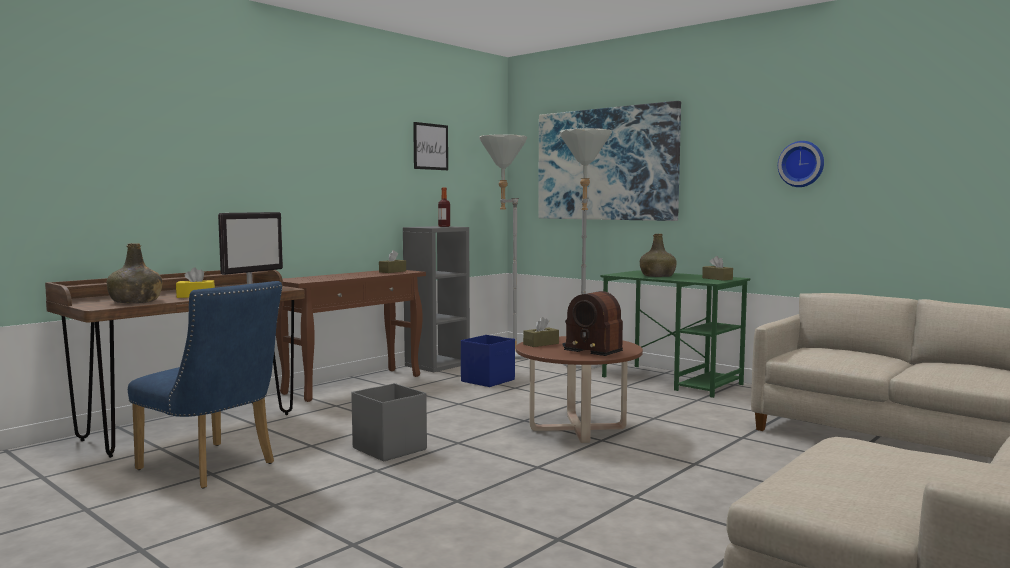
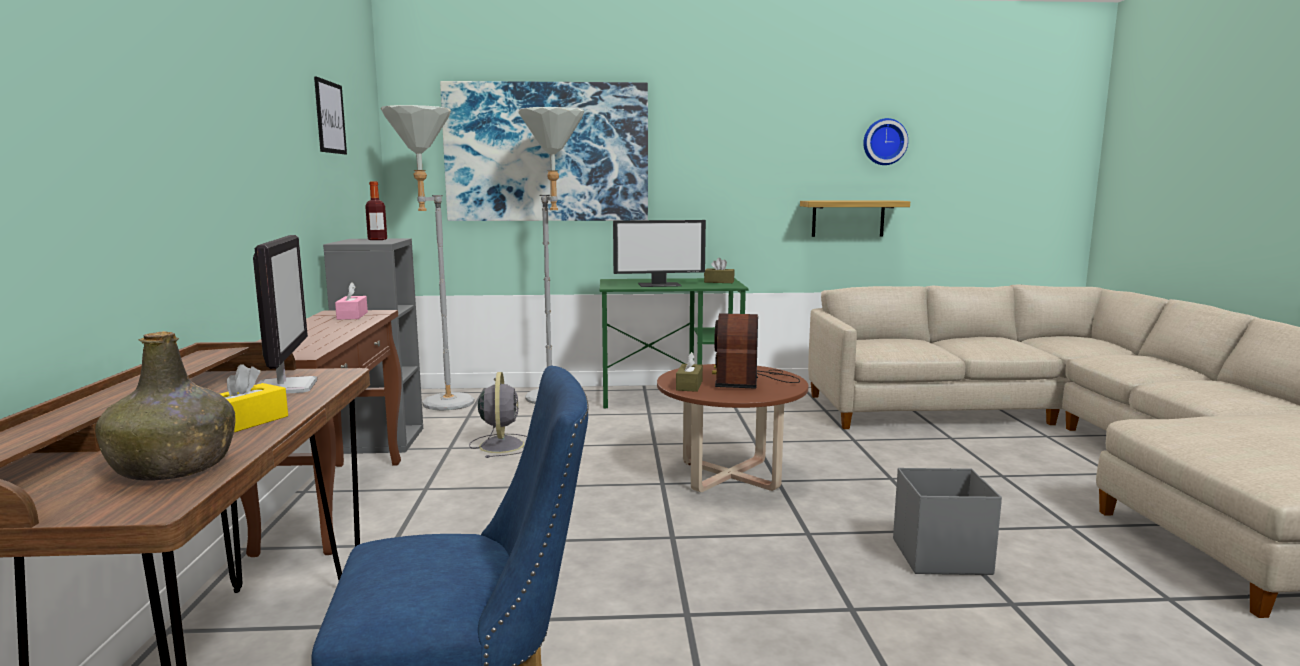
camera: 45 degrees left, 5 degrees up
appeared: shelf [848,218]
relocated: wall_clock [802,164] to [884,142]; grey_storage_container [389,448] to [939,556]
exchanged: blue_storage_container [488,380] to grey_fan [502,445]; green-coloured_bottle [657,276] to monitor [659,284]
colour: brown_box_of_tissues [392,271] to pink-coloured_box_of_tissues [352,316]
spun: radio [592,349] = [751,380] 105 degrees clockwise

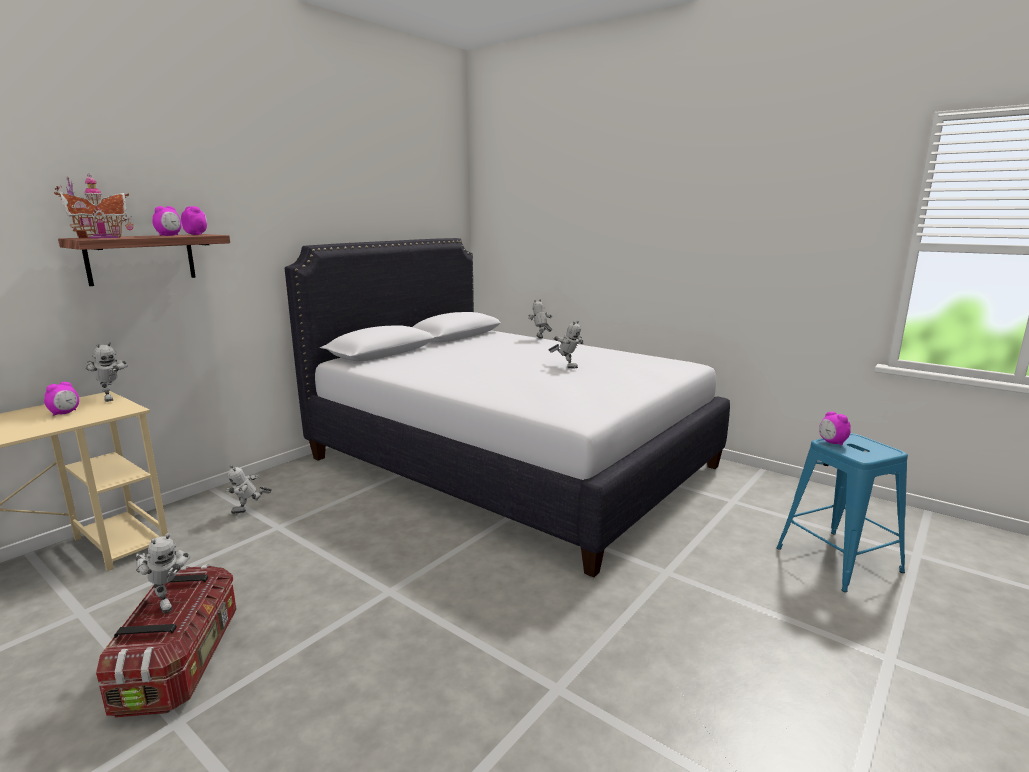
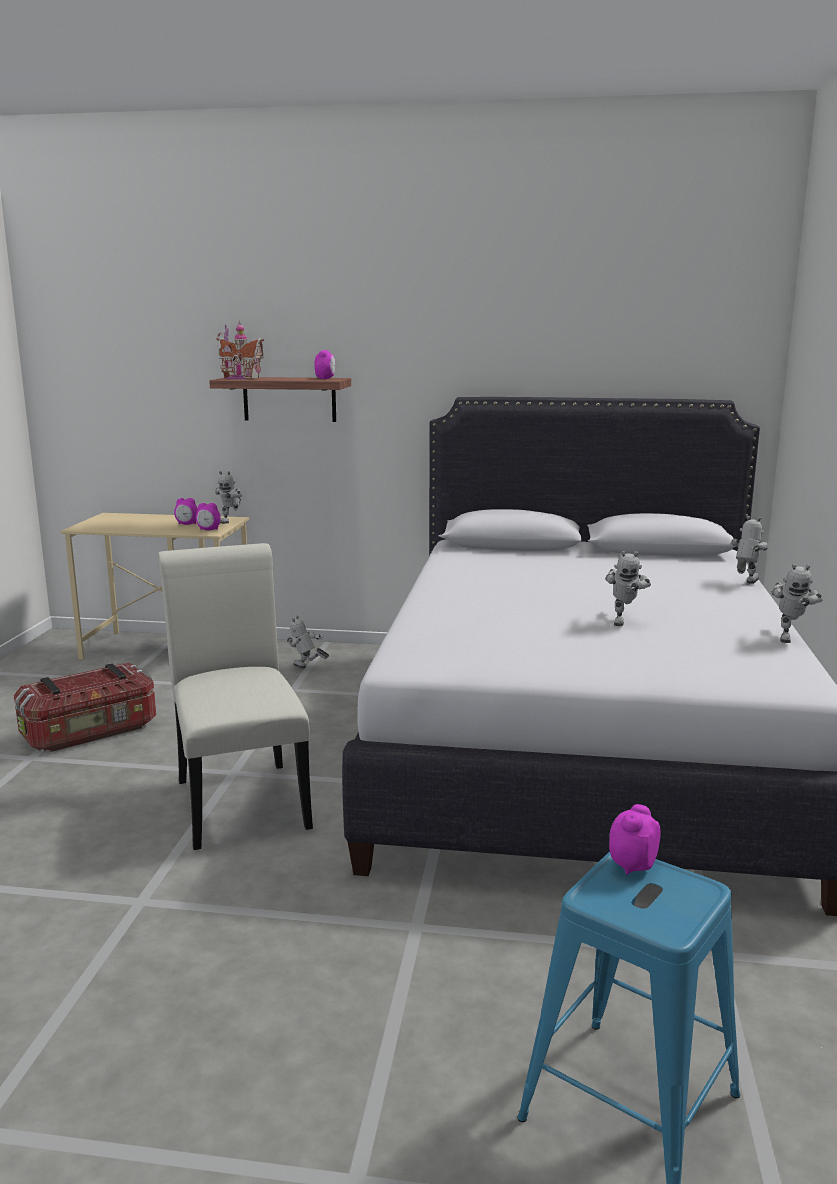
camera: 60 degrees right, 0 degrees up
appeared: white-coloured_chair [240,798]
relocated: table_clock [169,235] to [208,530]; robot_figure [167,600] to [788,637]

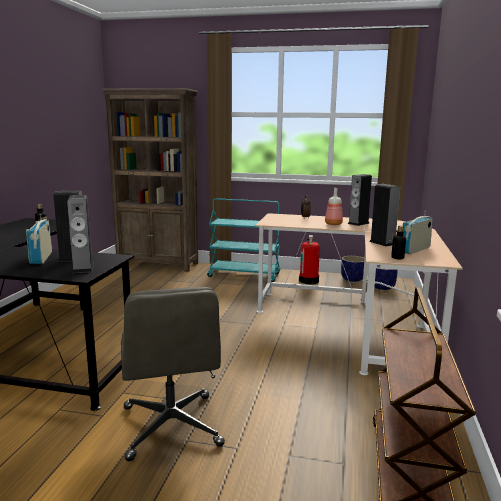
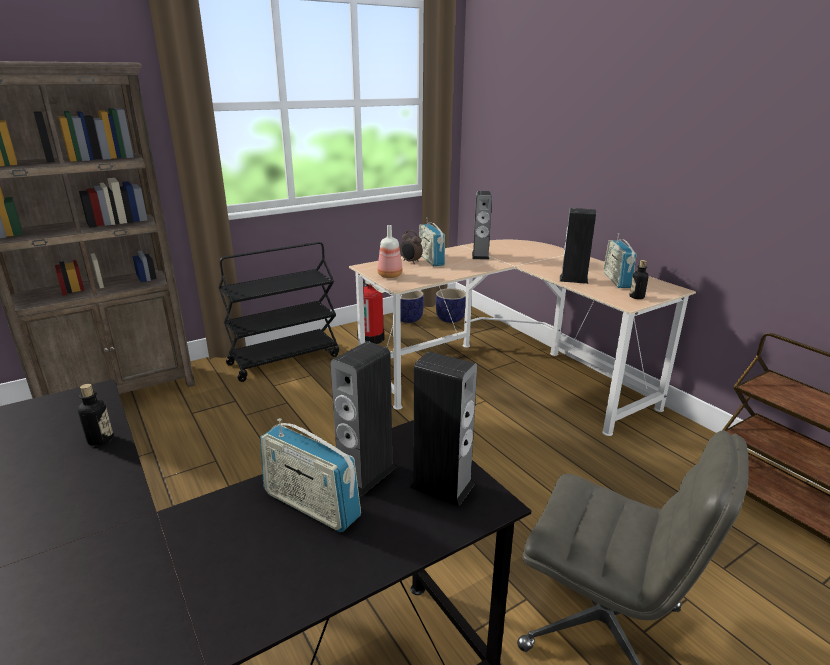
camera: 45 degrees left, 10 degrees up
appeared: radio [431,260]
relocated: bottle [333,224] to [390,276]
colour: turquoise-coloured_wheeled_cart [245,275] to black-coloured_wheeled_cart [284,359]

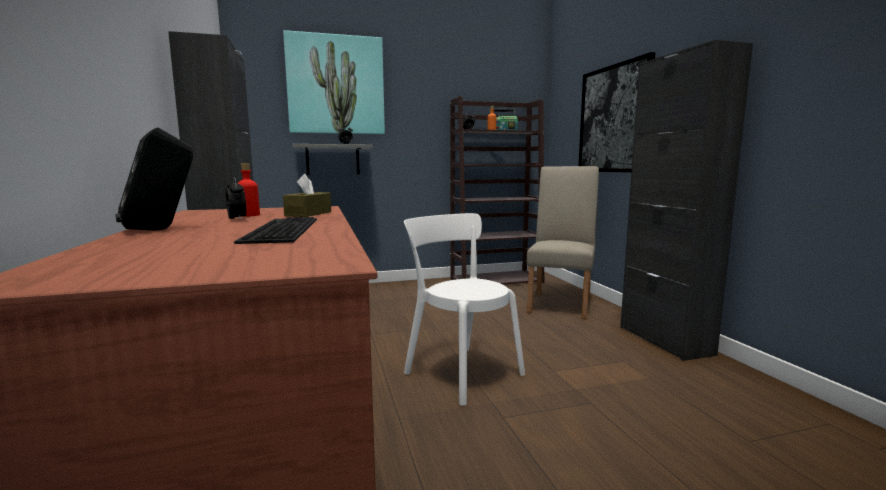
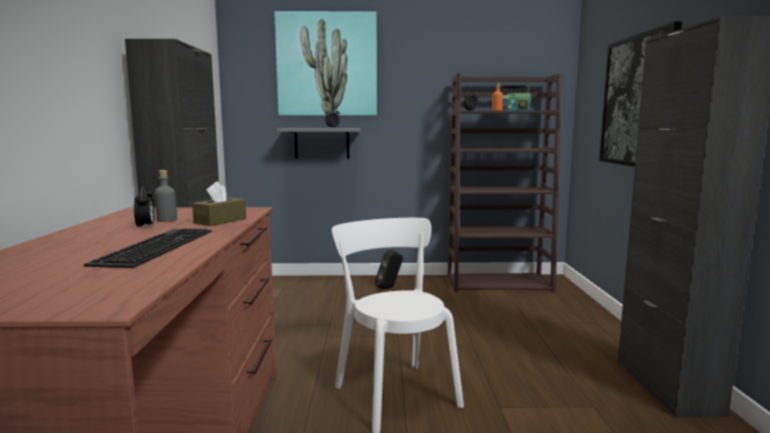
camera: 15 degrees right, 0 degrees up
missing: beige_chair [561,303]
relocated: black-coloured_loudspeaker [161,229] to [389,288]
colour: reddish_bottle [249,215] to grey_bottle [167,220]

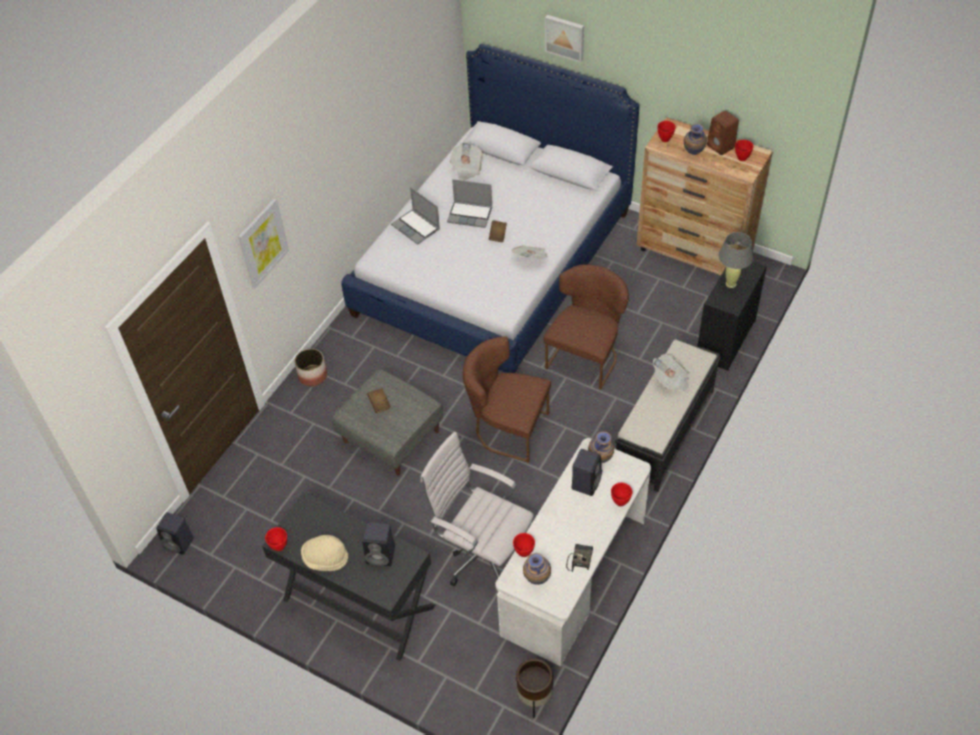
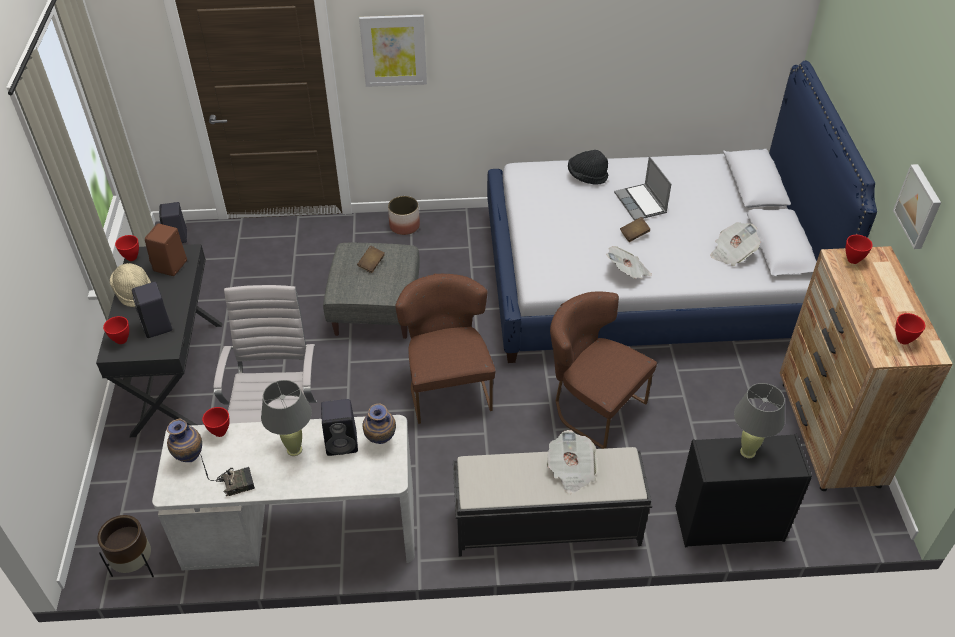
camera: 55 degrees right, 5 degrees down
missing: flower_vase [693,155]
appeared: grey_table_lamp [294,449]
relocated: reddish_bowl [620,501] to [122,340]; brown_loudspeaker [721,147] to [170,266]; newspaper [466,169] to [732,253]; wall_art [565,37] to [919,206]
exchanged: laptop [416,227] to black-coloured_wearable_hat [587,176]
spun: brown_chair [586,356] = [592,406] 135 degrees counterclockwise

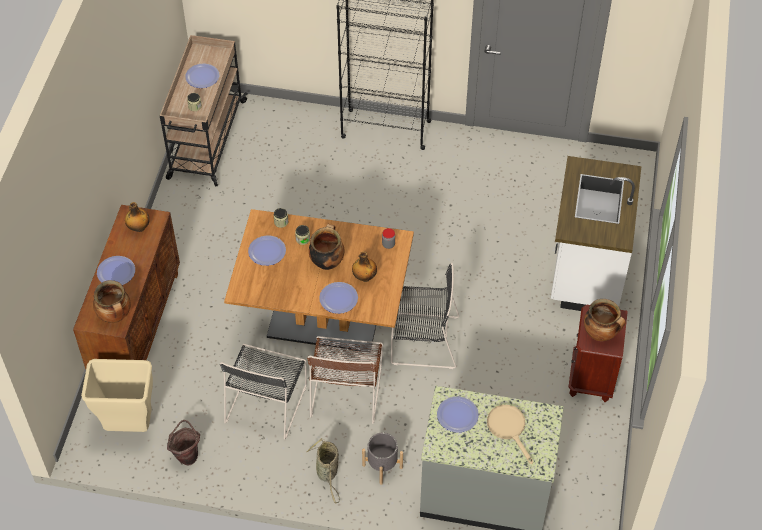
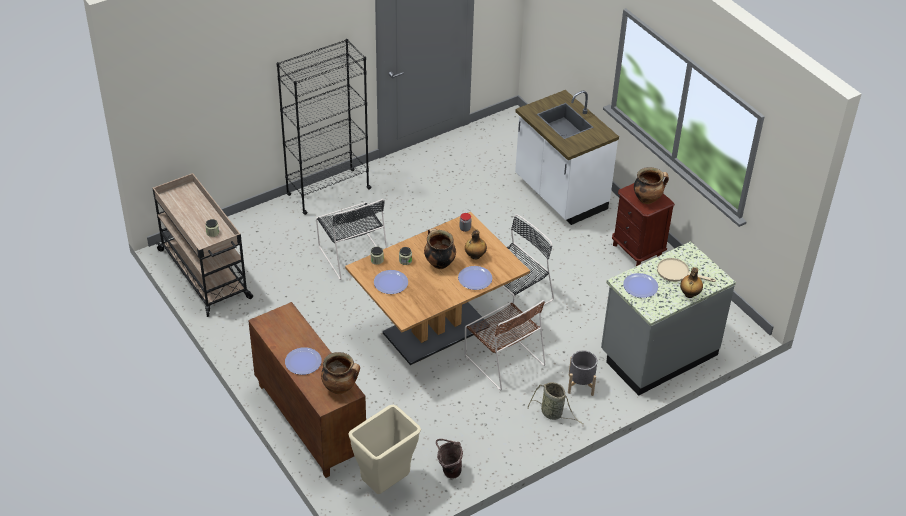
camera: 45 degrees left, 10 degrees down
missing: dinner_plate [202,76]
relocated: black-coloured_chair [267,402] to [352,254]; bottle [138,228] to [689,294]

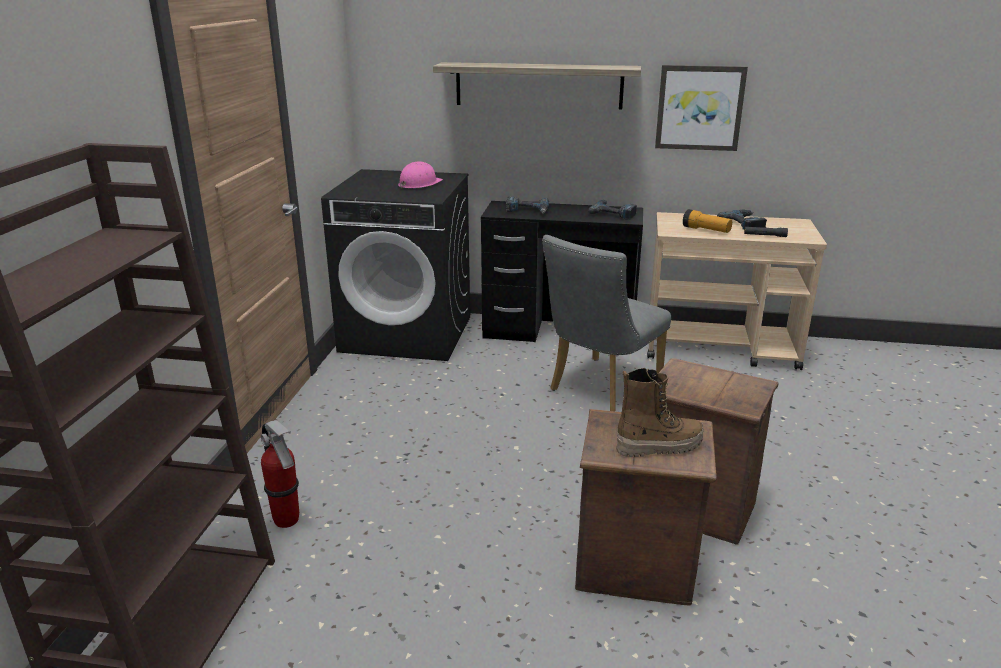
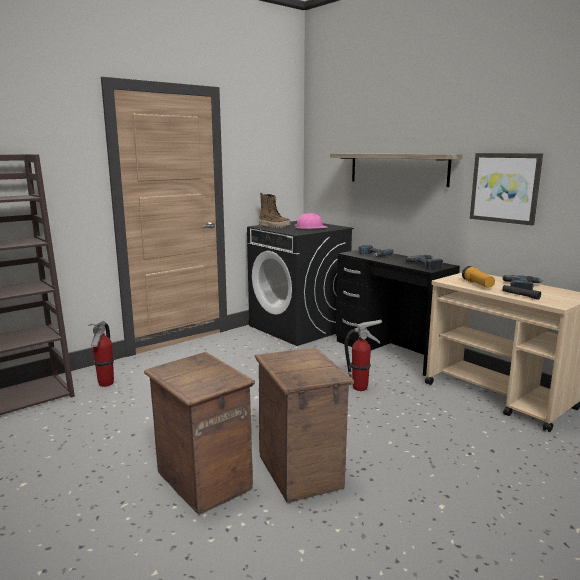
camera: 40 degrees right, 10 degrees down
relocated: tall_boot [659,446] to [274,227]
exchanged: grey_chair [599,389] to fire_extinguisher [360,388]

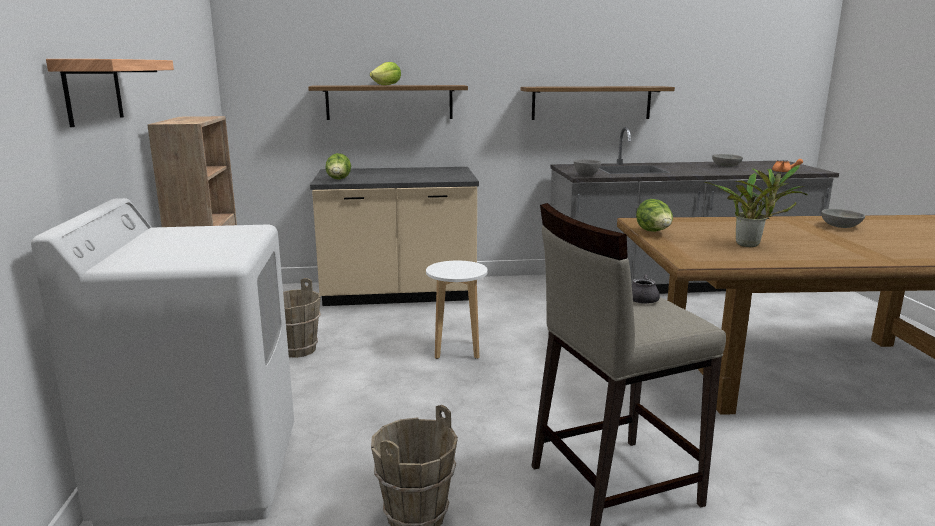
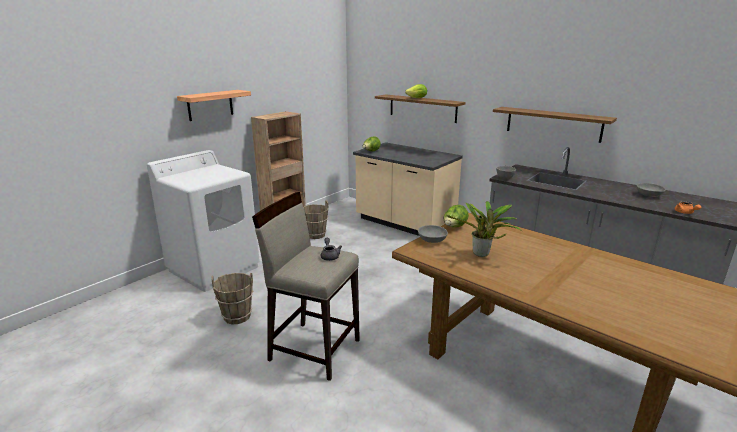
camera: 45 degrees right, 5 degrees up
missing: white-coloured_sitting_stool [457,349]
relocated: grey_bowl [841,227] to [431,240]

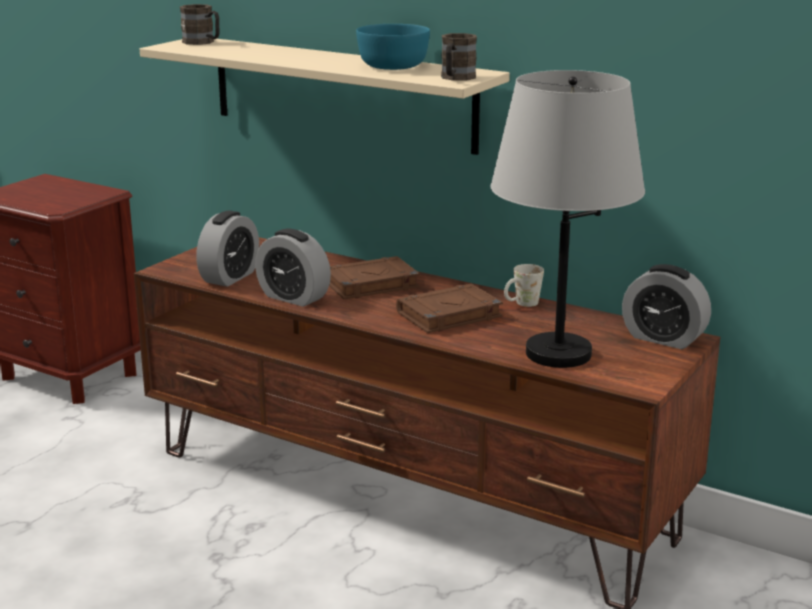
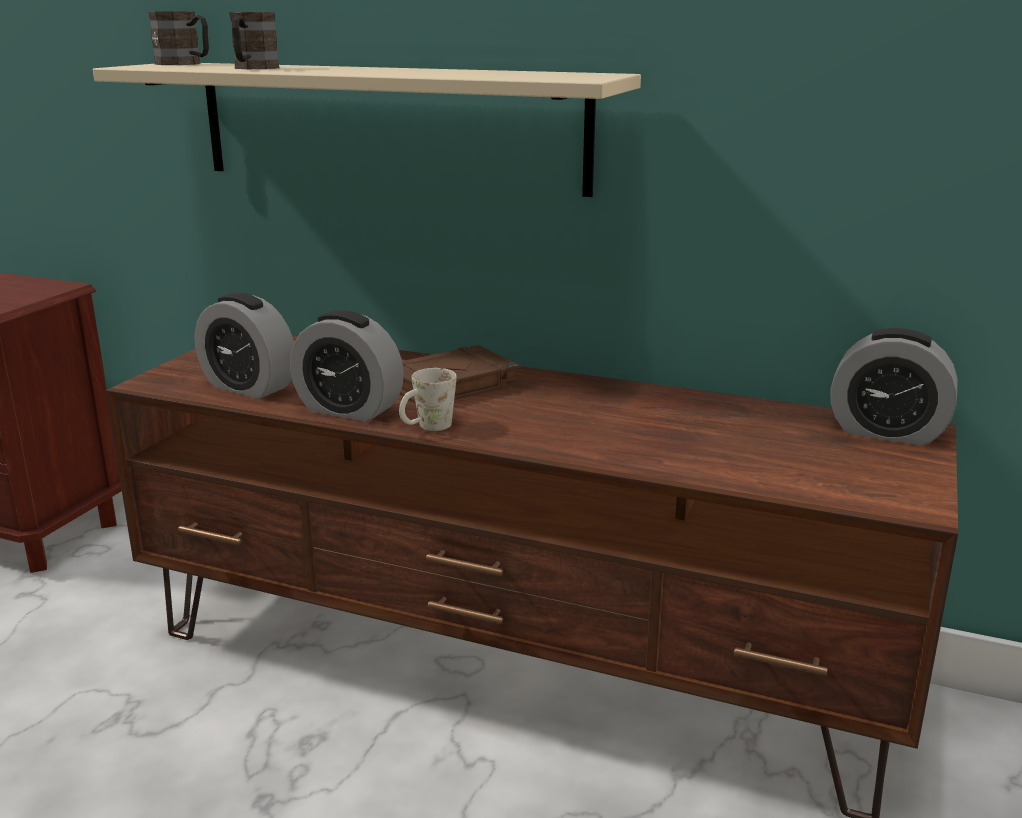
camera: 10 degrees left, 0 degrees up
missing: turquoise-coloured_bowl [392,66]; brown_bound_book [448,315]; grey_table_lamp [558,354]
relocated: brown_tea_mug [456,78] to [253,68]; white-coloured_tea_mug [521,304] to [427,428]
spun: table_clock [230,277] = [249,387] 105 degrees clockwise

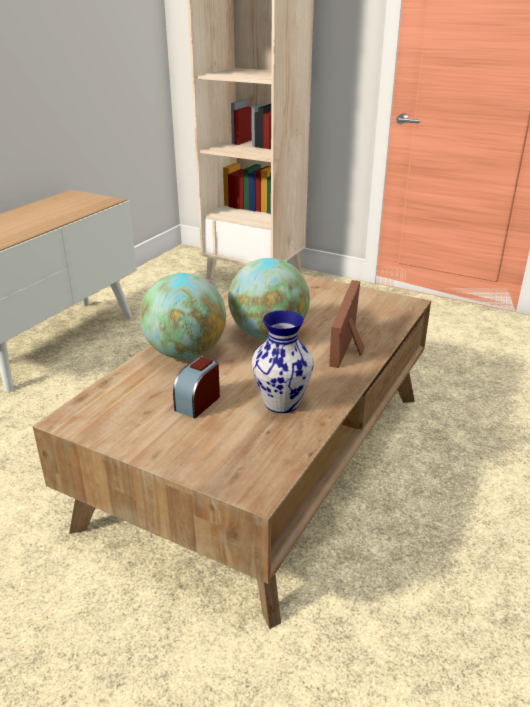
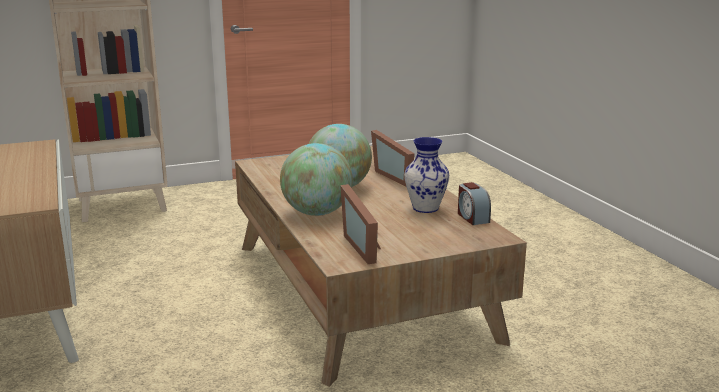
camera: 50 degrees left, 10 degrees down
appeared: picture_frame [365,246]
relocated: table_clock [198,402] to [472,217]

